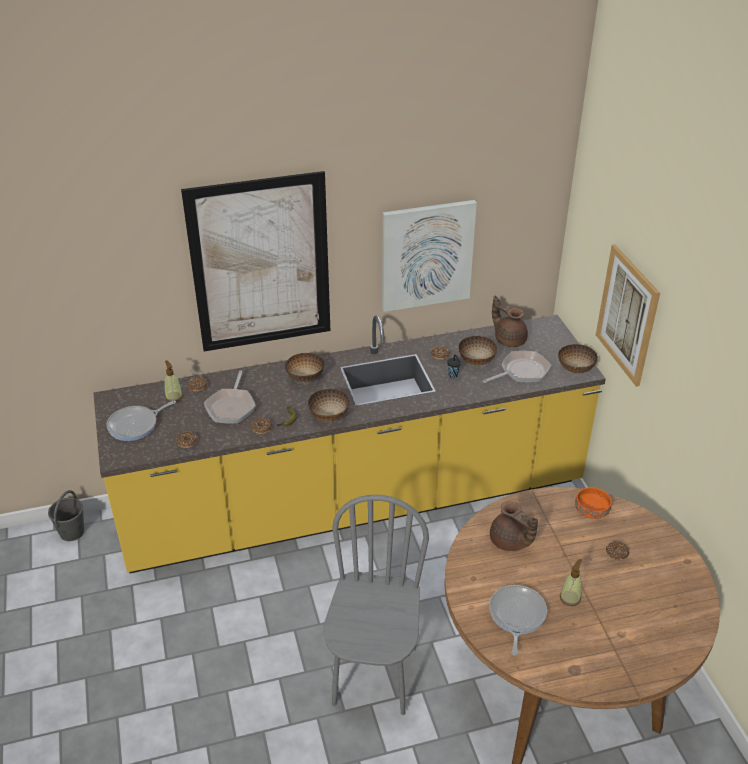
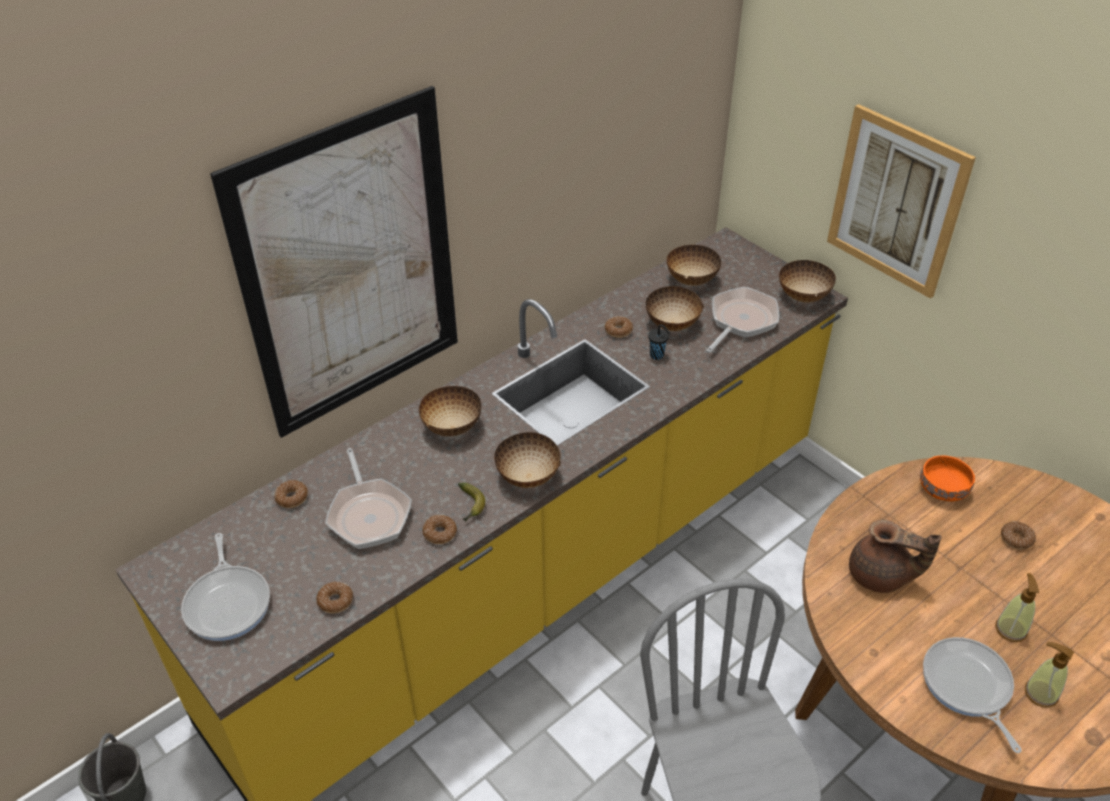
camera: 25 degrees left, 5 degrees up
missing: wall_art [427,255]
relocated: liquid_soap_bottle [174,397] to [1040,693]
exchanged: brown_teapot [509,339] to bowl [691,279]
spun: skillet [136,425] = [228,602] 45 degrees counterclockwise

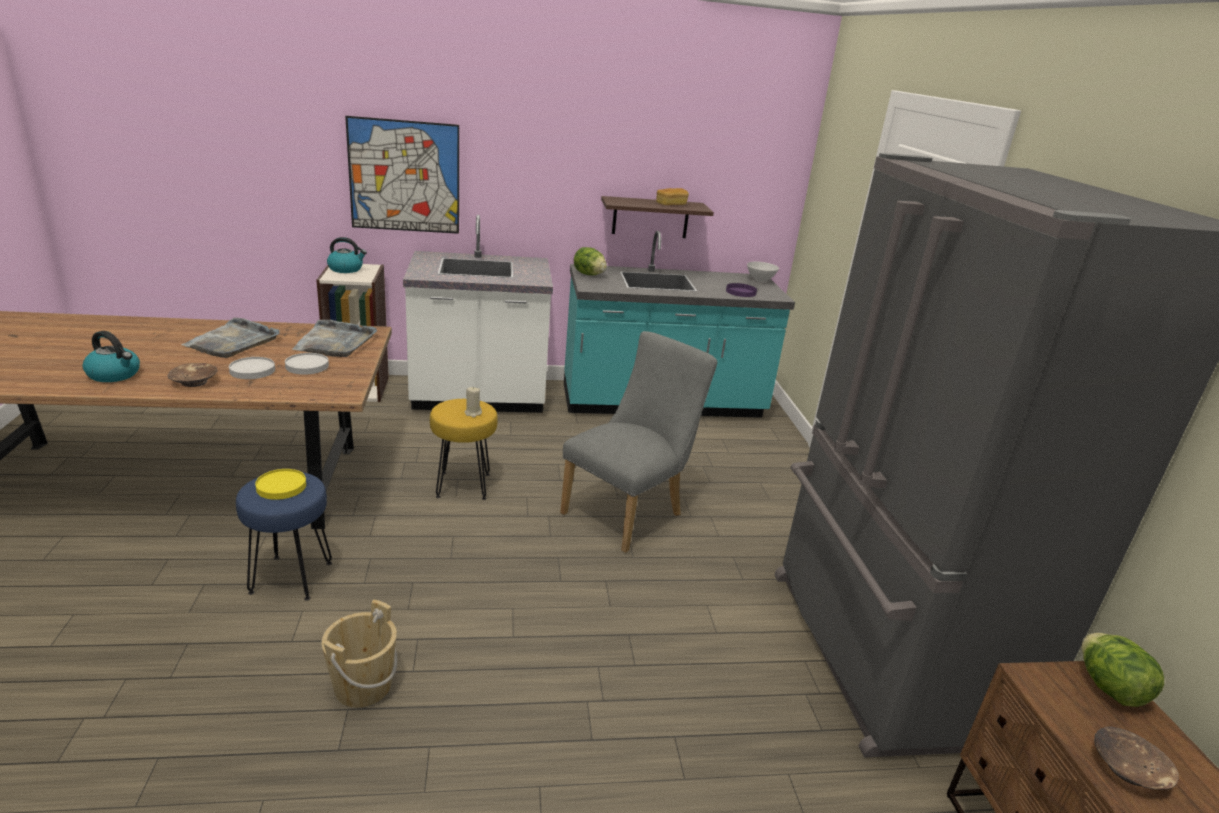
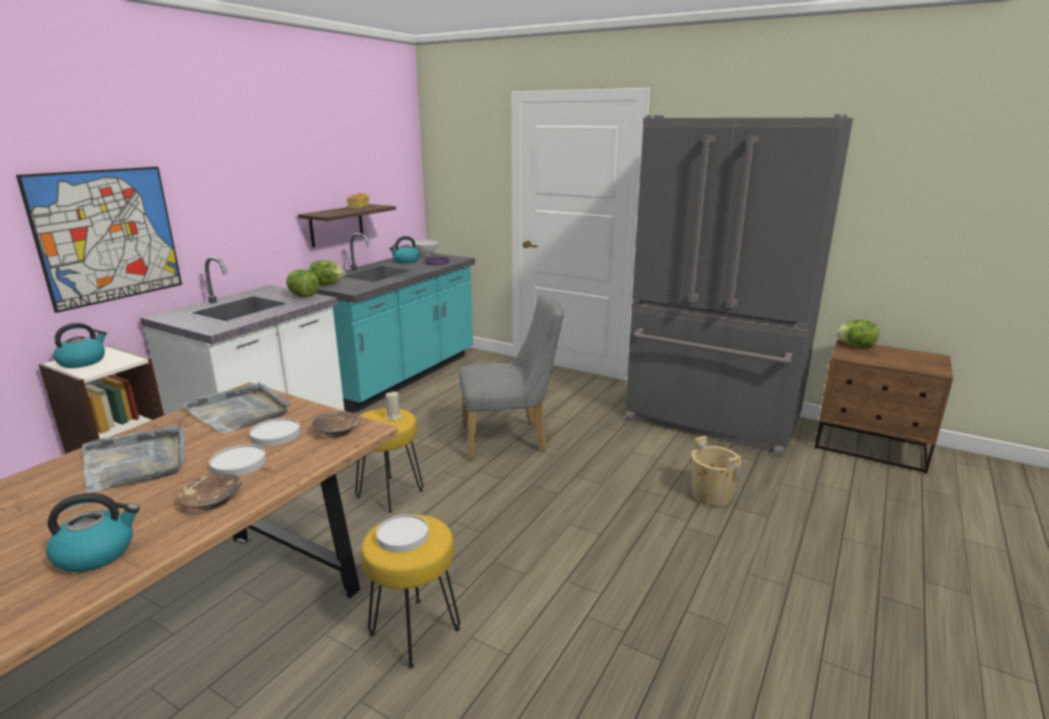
camera: 50 degrees left, 5 degrees down
appeared: lettuce [303,296]; tea_kettle [405,261]
relocated: brown_bowl [1128,769] to [338,431]; beige_water_bucket [363,686] to [711,495]
colour: blue_sitting_stool [290,578] to yellowish_sitting_stool [414,632]; yellowish_dinner_plate [281,486] to white-coloured_dinner_plate [402,536]
spun: grey_chair [629,512] = [511,439] 90 degrees clockwise

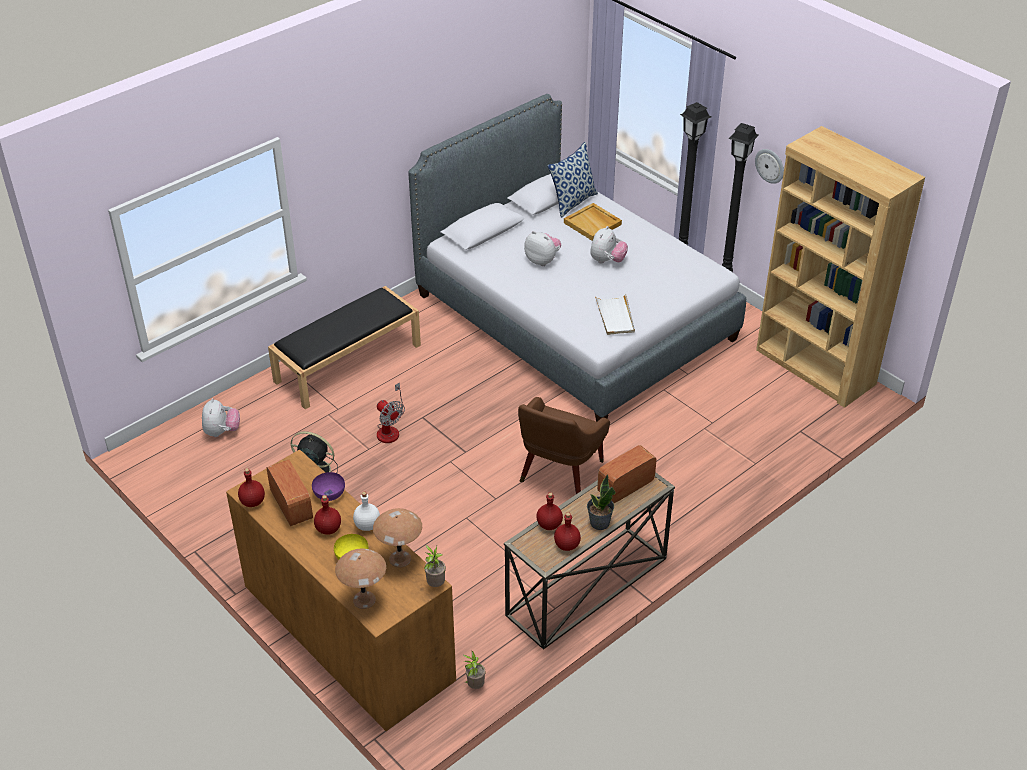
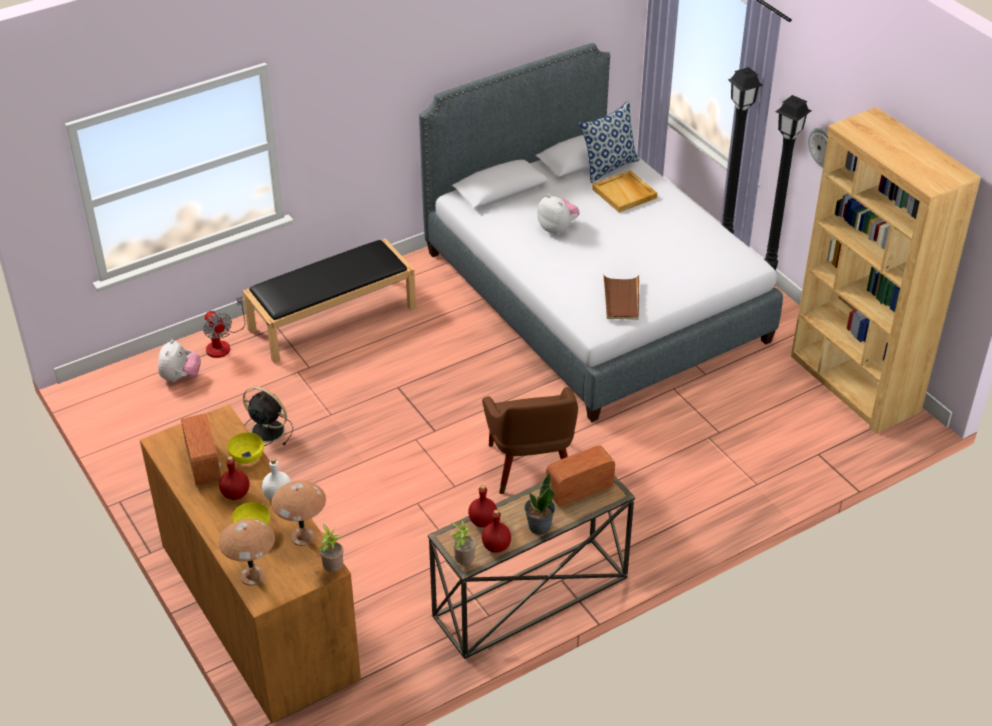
camera: 10 degrees right, 0 degrees up
missing: reddish_bottle [253,501]; soft_toy [607,261]
relocated: fan [390,429] to [222,344]; houseplant [474,685] to [463,562]
colour: purplish_bowl [329,494] to yellowish_bowl [246,456]; white-coloured_serving_tray [615,316] to brown_serving_tray [621,299]
spun: brown_easy_chair [559,475] = [531,469] 45 degrees counterclockwise

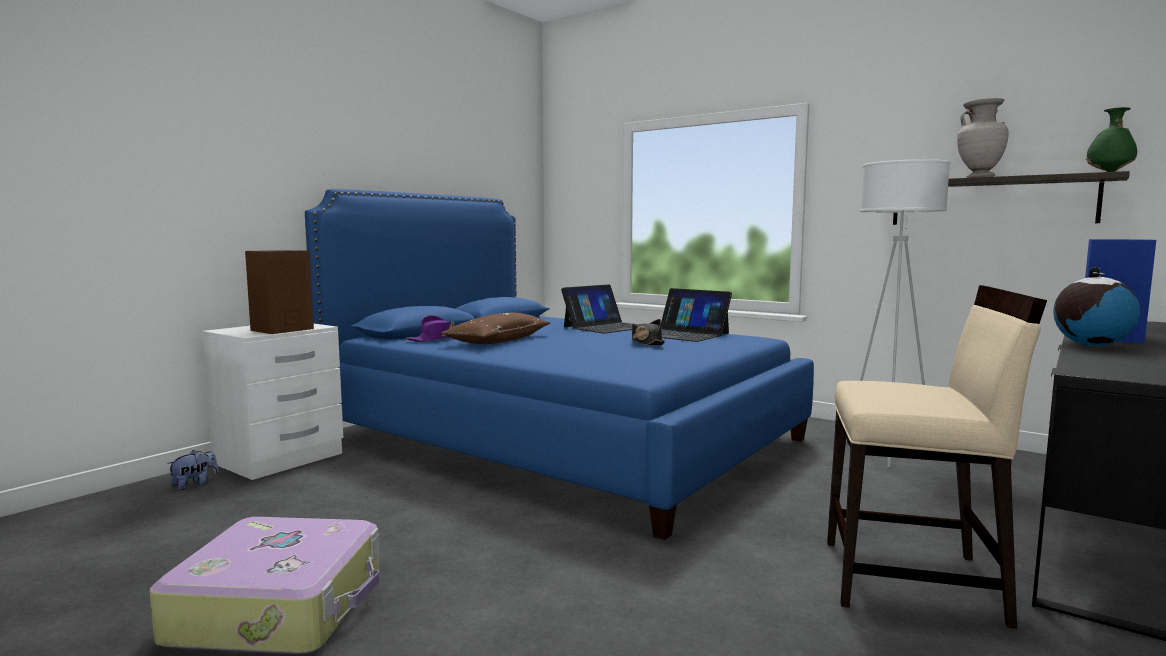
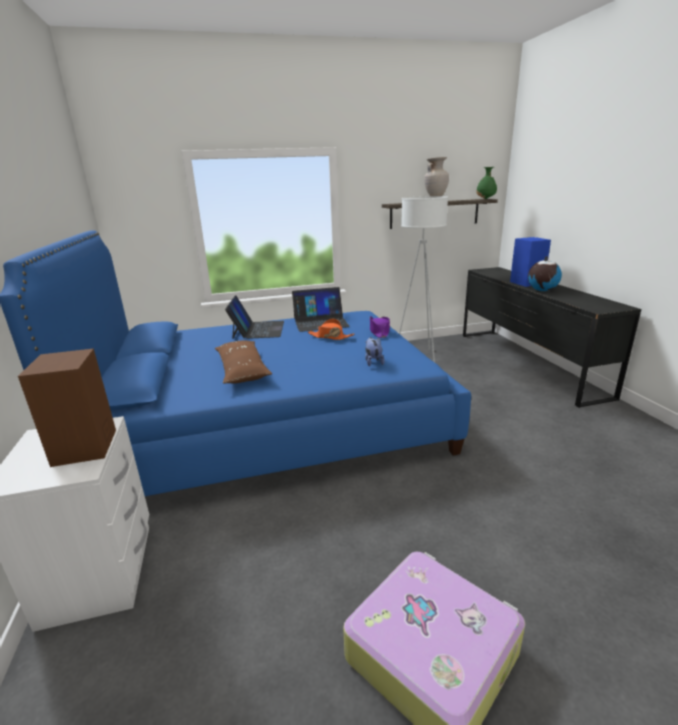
camera: 50 degrees left, 15 degrees up
missing: beige_chair [913,581]
relocated: soft_toy [194,484] to [373,362]; purplish_wearable_hat [437,339] to [379,331]
colour: black-coloured_wearable_hat [646,342] to orangey_wearable_hat [330,337]

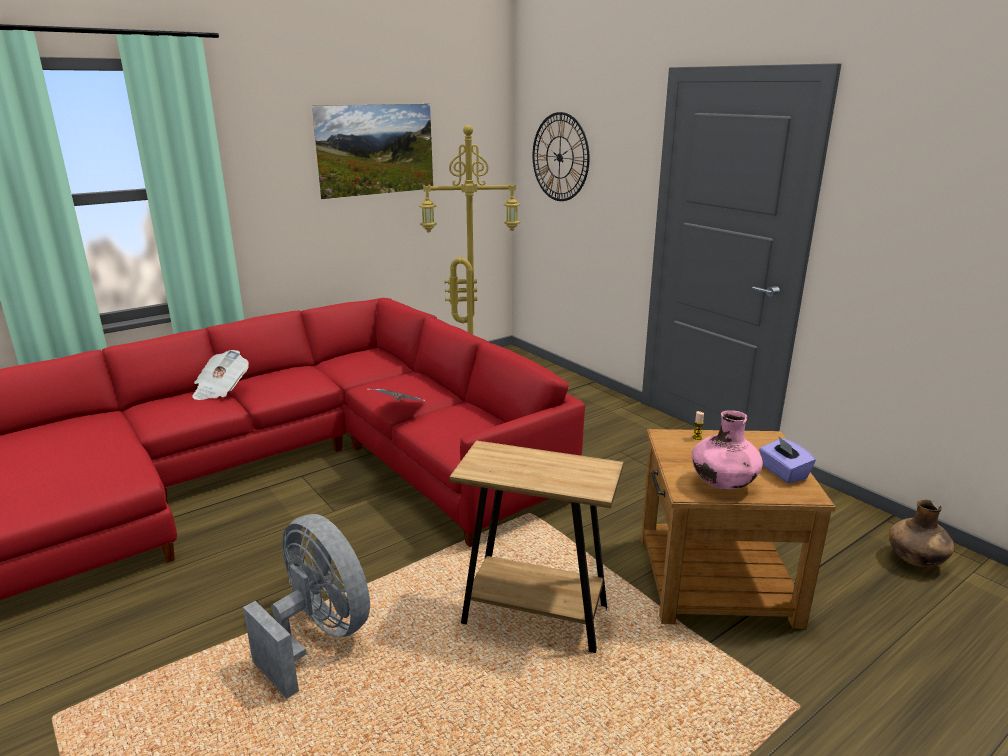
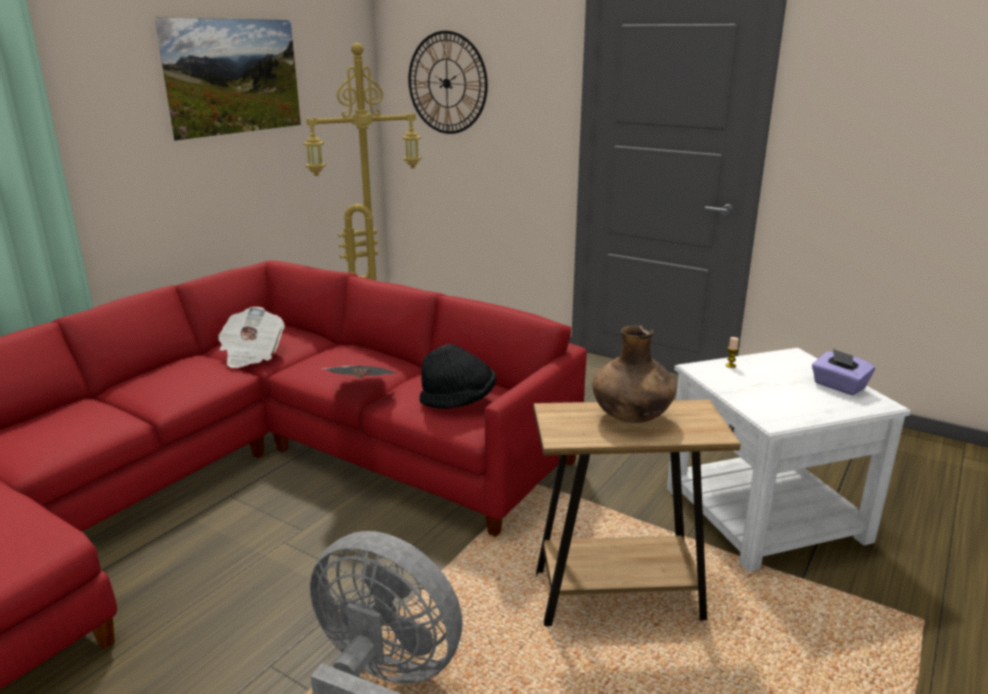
camera: 20 degrees left, 0 degrees up
missing: pink-coloured_flower_vase [722,484]
appeared: black-coloured_wearable_hat [458,401]
relocated: newspaper [220,390] to [251,354]; brown_flower_vase [915,561] to [631,418]
colour: brown_accent_table [715,580] to white-coloured_accent_table [764,514]

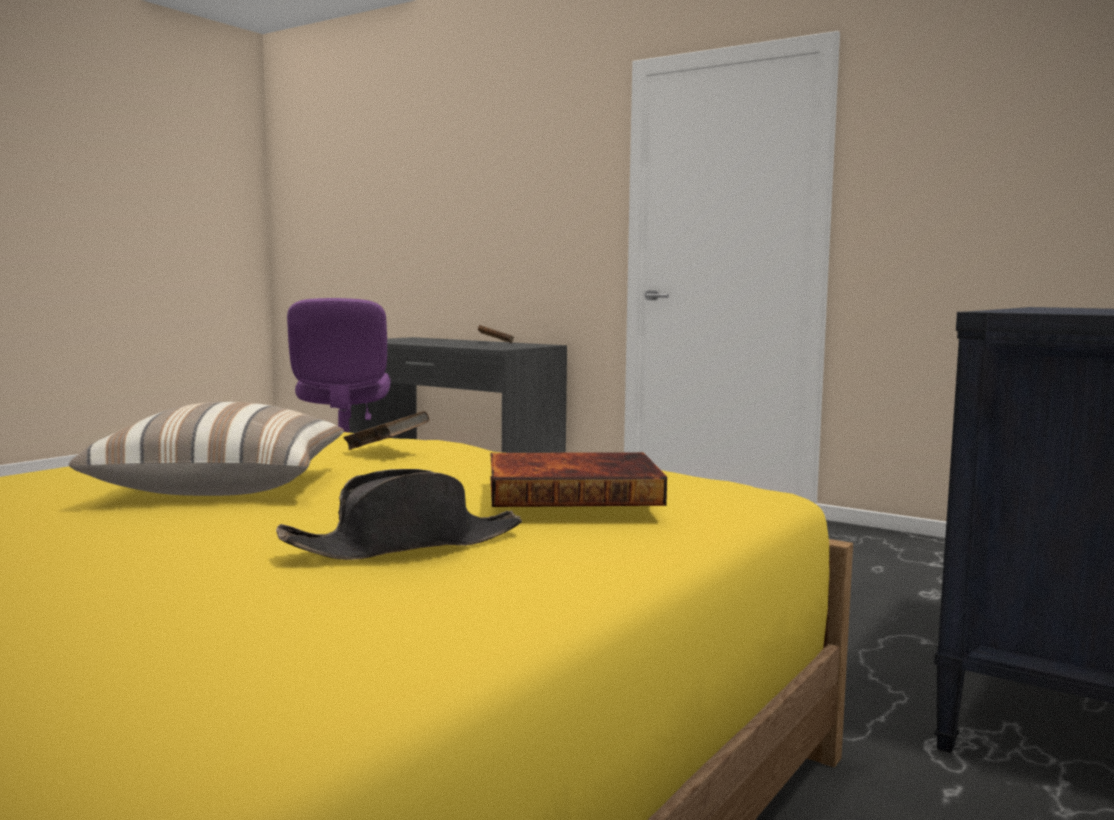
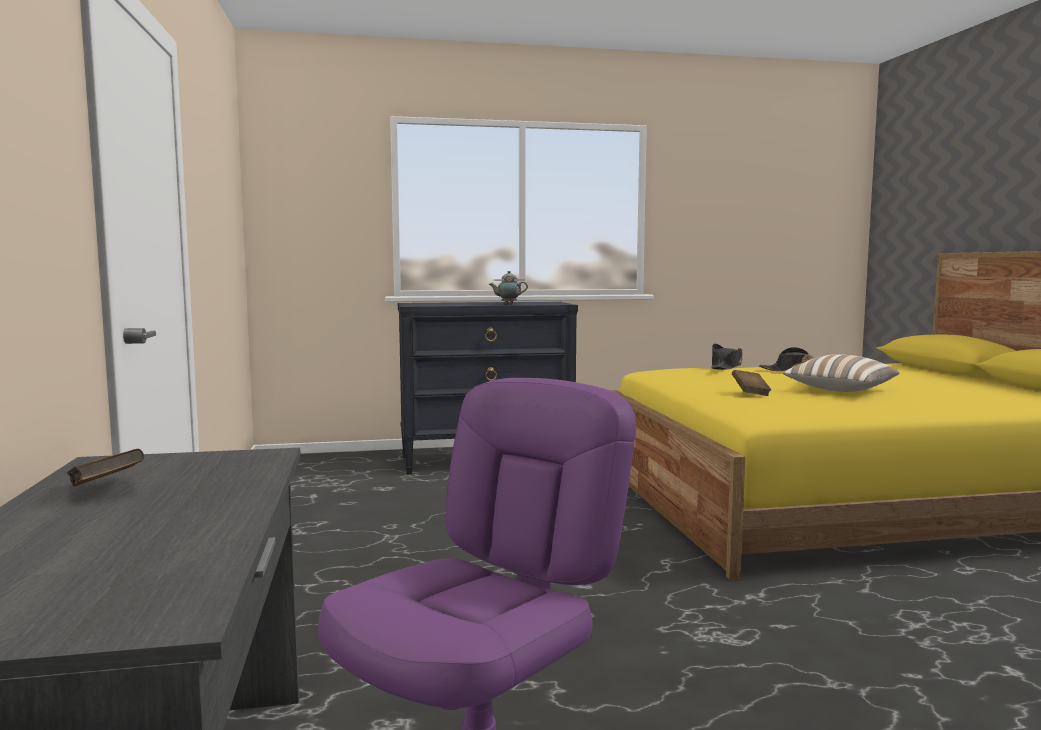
camera: 135 degrees left, 0 degrees up
appeared: teapot [507,304]
exchanged: bound_book [574,490] to black-coloured_wearable_hat [726,367]

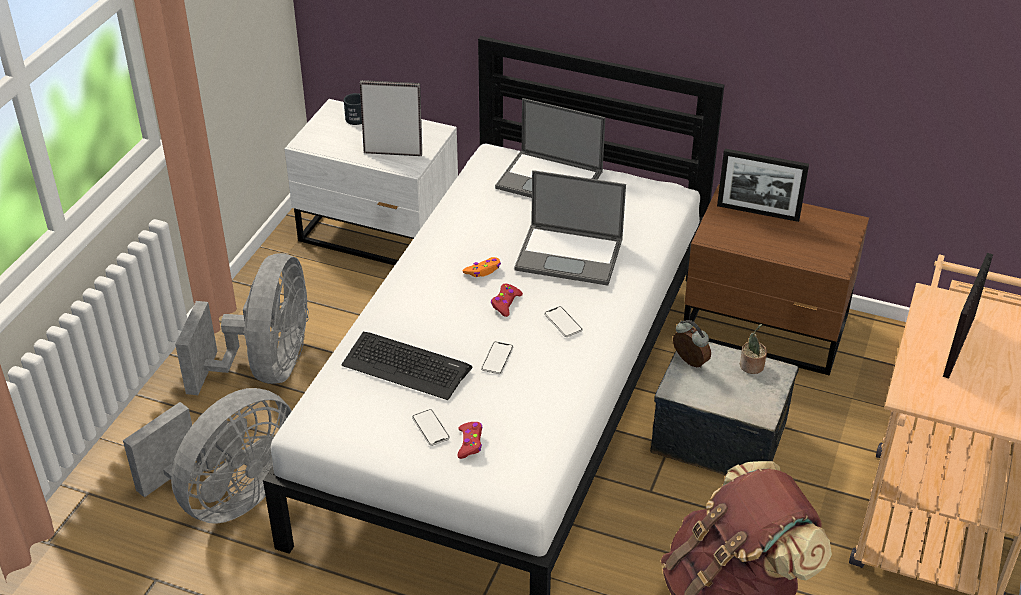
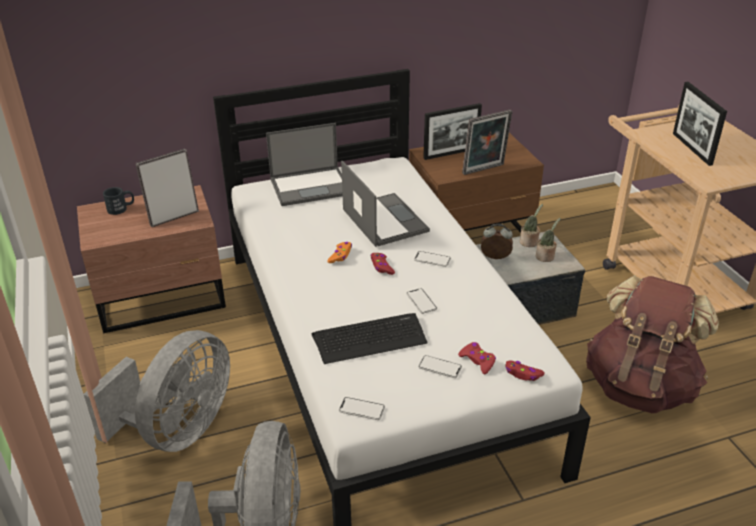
camera: 40 degrees left, 5 degrees down
appeared: telephone [361,409]; picture_frame [484,170]; reddish_gamepad [523,374]; houseplant [545,257]
colour: white-coloured_nightstand [380,233] to brown_nightstand [163,298]
spun: grey_fan [266,367] = [178,430] 60 degrees clockwise; laptop [570,254] = [384,220] 90 degrees counterclockwise

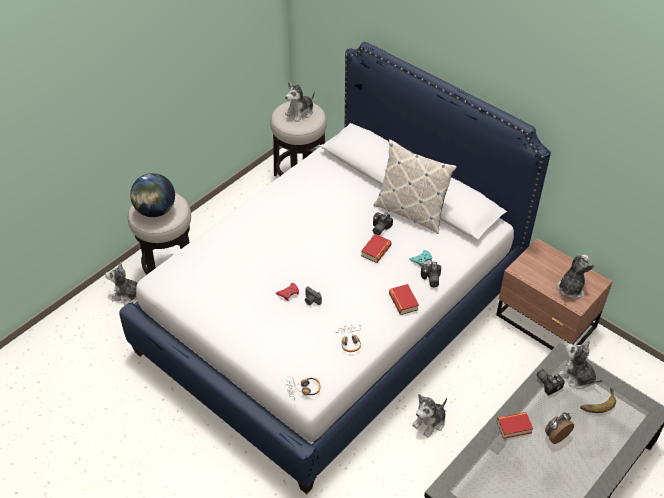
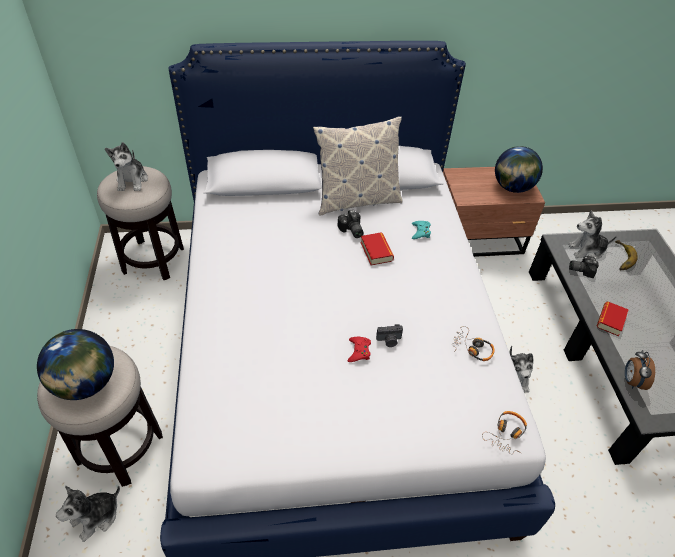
camera: 50 degrees left, 0 degrees up
missing: bound_book [403,302]; still_camera [430,279]
relocated: table_clock [555,436] to [631,381]
exchanged: soft_toy [571,288] to desk_globe [512,187]

